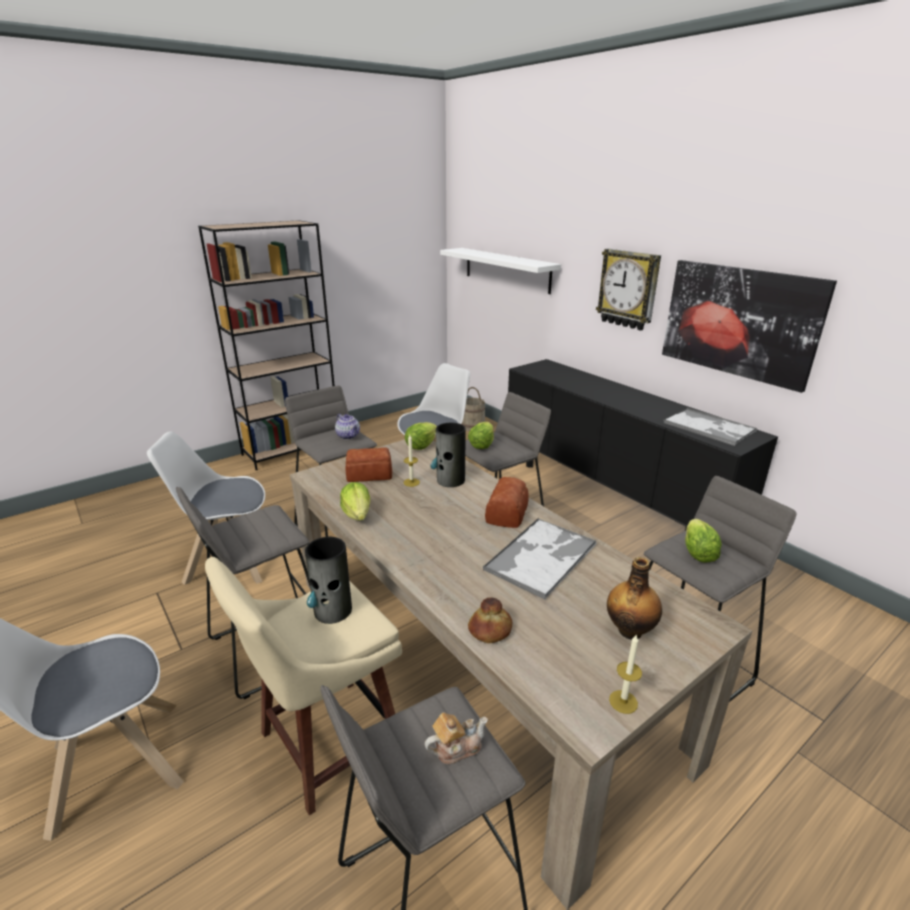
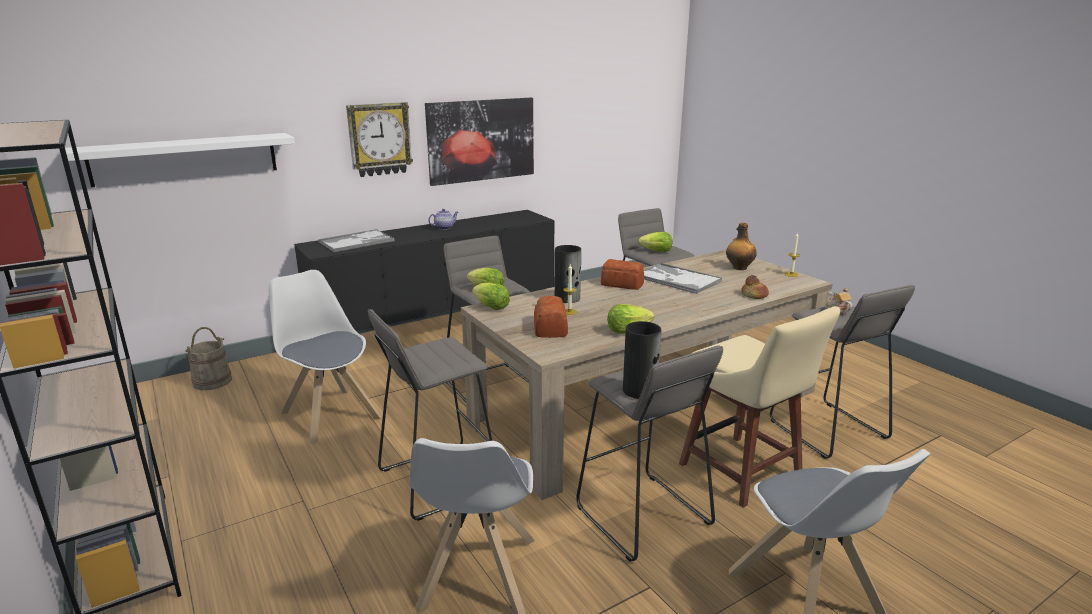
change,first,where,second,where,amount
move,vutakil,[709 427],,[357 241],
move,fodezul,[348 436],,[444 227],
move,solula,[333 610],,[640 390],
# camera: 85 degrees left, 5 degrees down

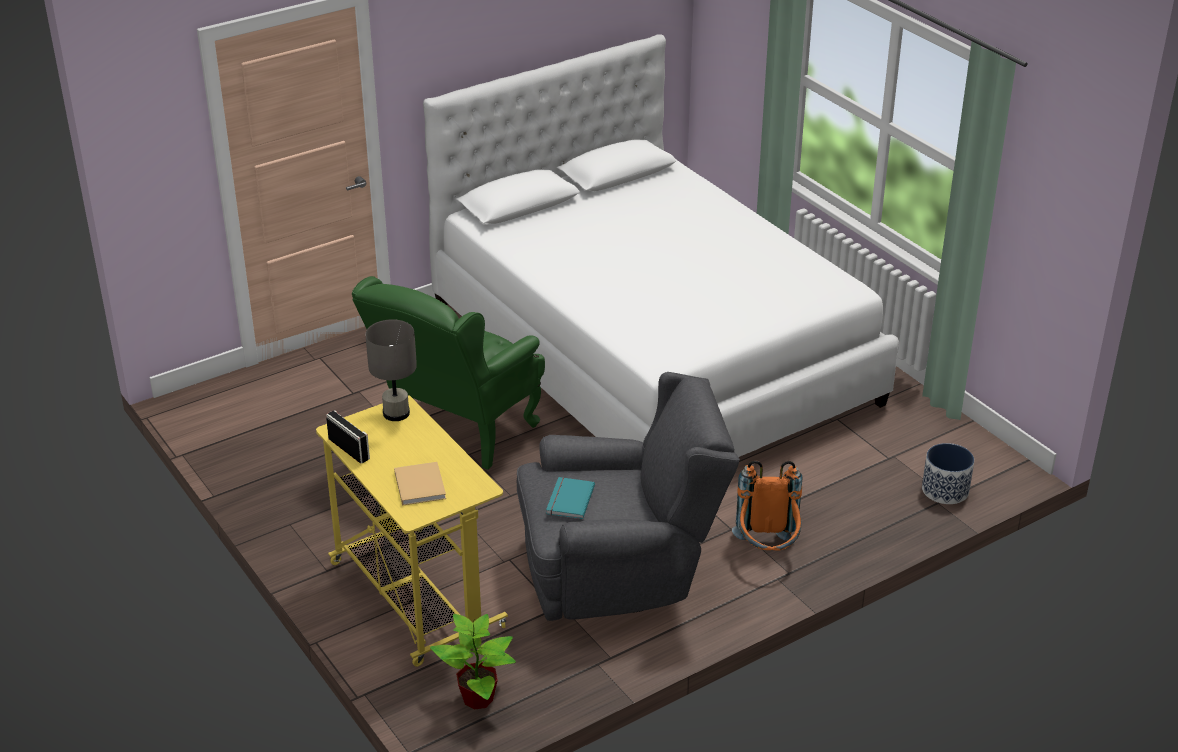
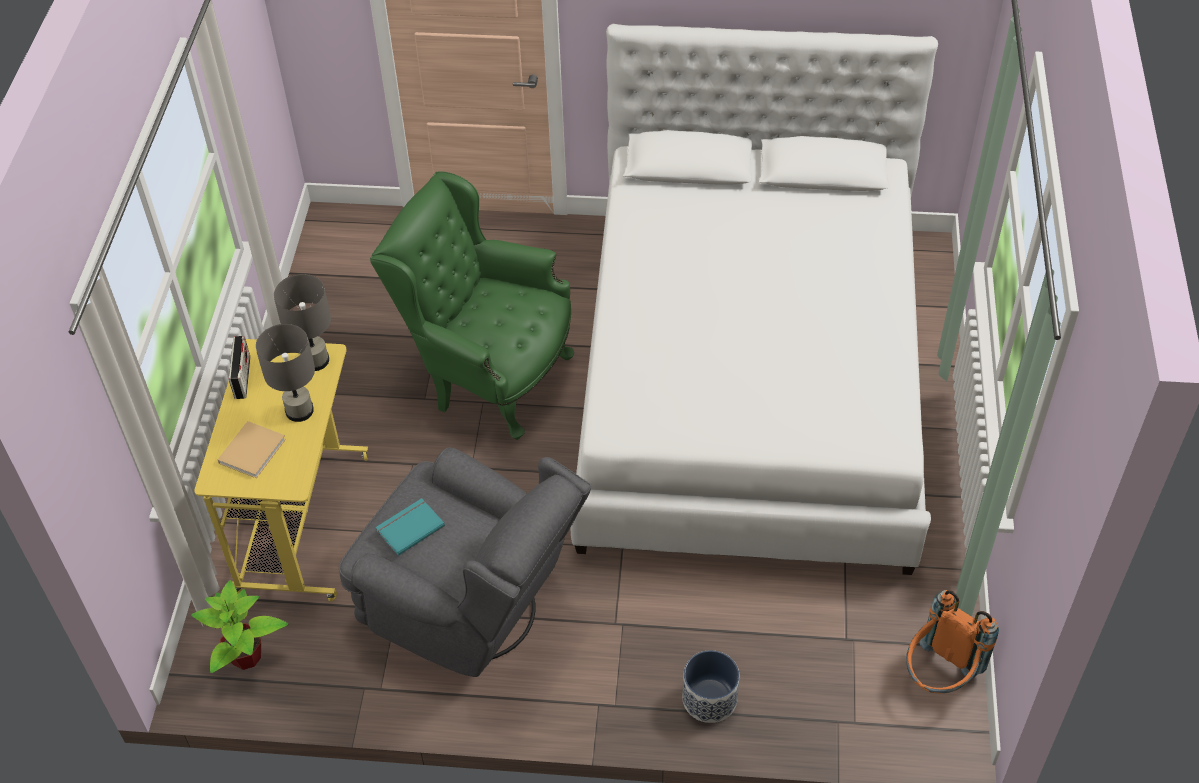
change,first,where,second,where,amount
insert,,,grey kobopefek,[299 410],
rotate,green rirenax,[458 437],,[490 379],45 degrees clockwise
move,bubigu,[945 490],,[709 699],
move,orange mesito,[767 551],,[938 677],
# camera: 40 degrees right, 15 degrees up

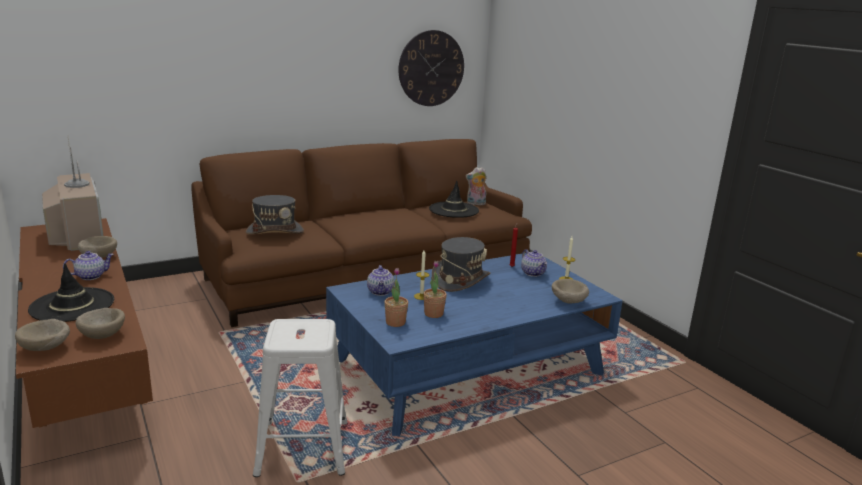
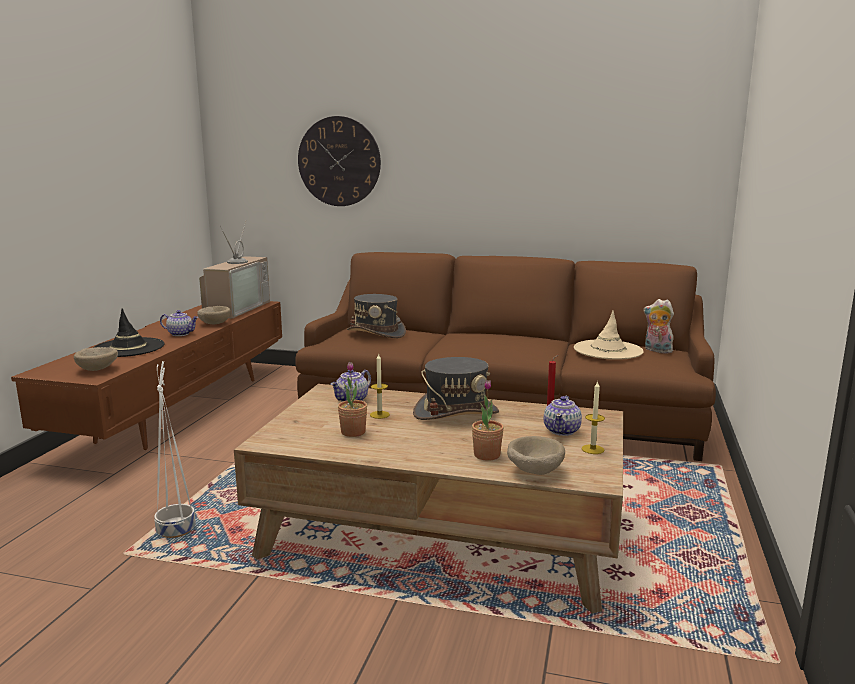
change,first,where,second,where,amount
replace,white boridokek,[302 447],white bubigu,[176 530],
recolor,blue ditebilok,[469 367],brown ditebilok,[442 531],
move,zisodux,[431 68],,[339 161],
move,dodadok,[395 322],,[487 455],
recolor,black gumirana,[453 210],beige gumirana,[608 350],
delete,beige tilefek,[46 348],,,
# camera: 45 degrees right, 5 degrees down

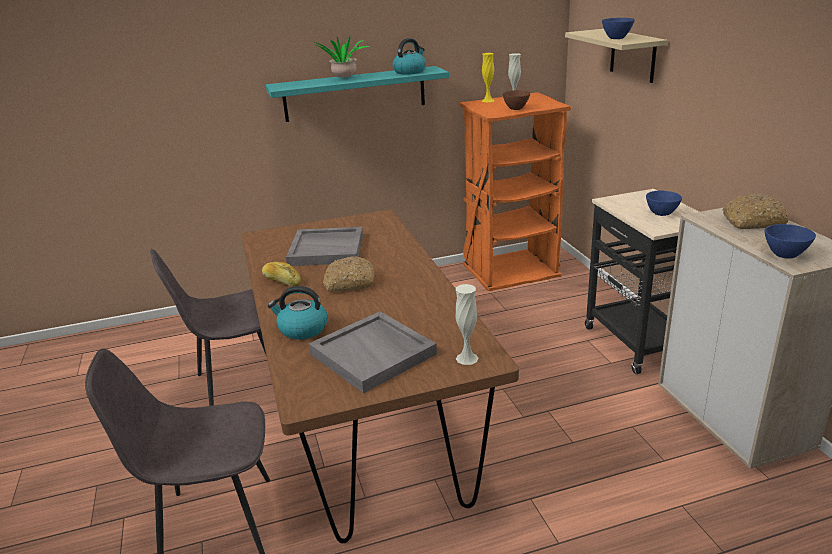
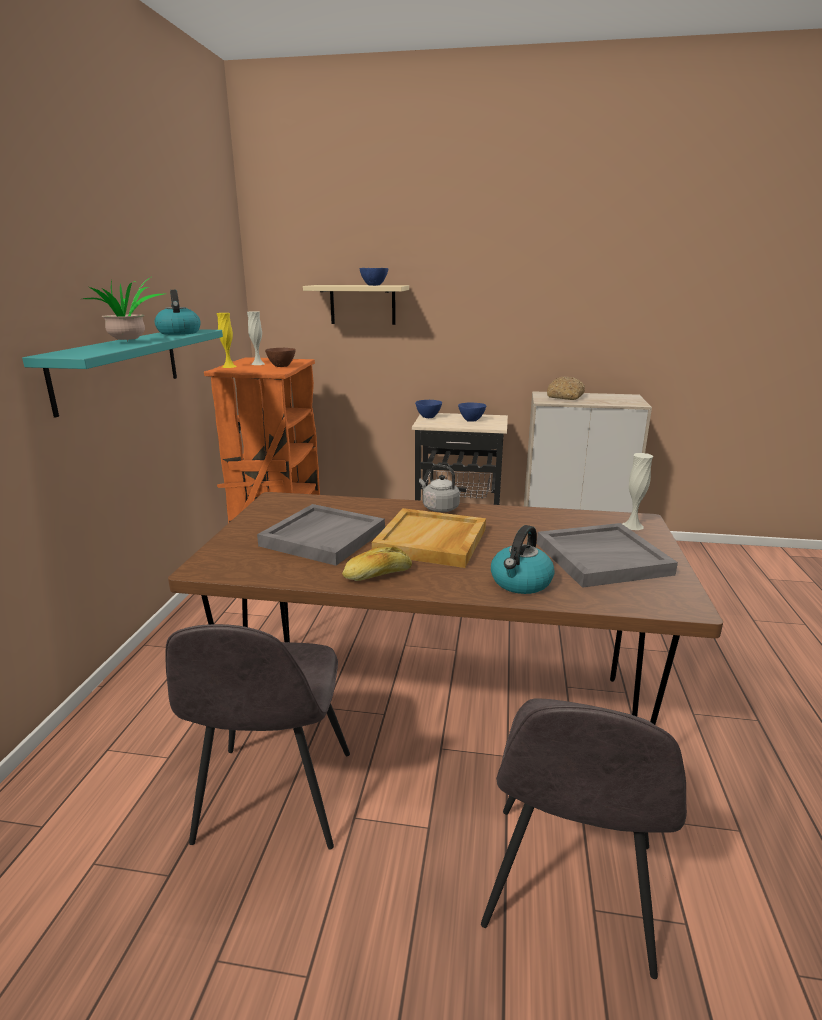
change,first,where,second,where,amount
replace,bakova,[349 283],beige vutakil,[431 542],
move,blue tilefek,[785 255],,[428 417],
insert,,,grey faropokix,[439 508],
# camera: 65 degrees left, 5 degrees down

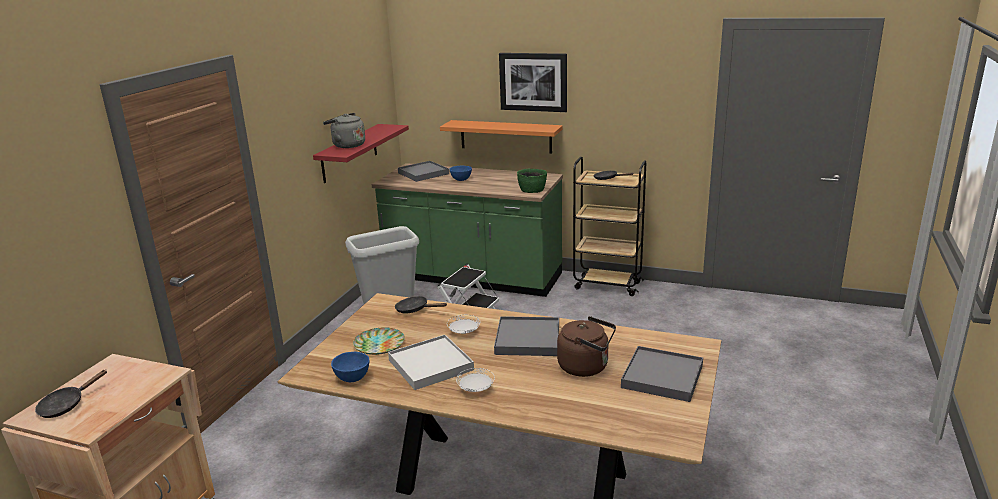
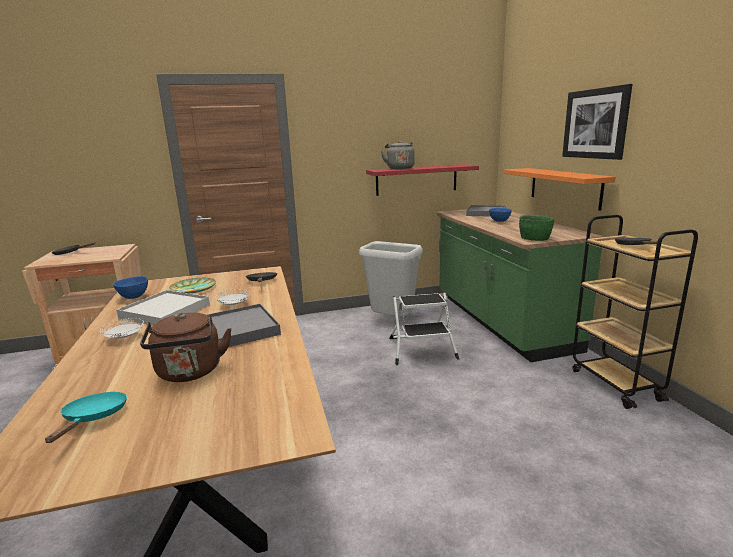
change,first,where,second,where,amount
insert,,,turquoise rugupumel,[93 418],
delete,grey vutakil,[662 377],,,
# camera: 55 degrees right, 5 degrees down

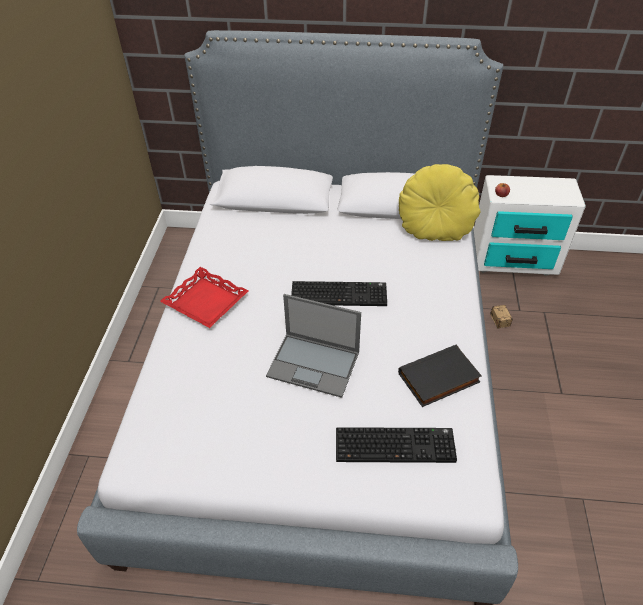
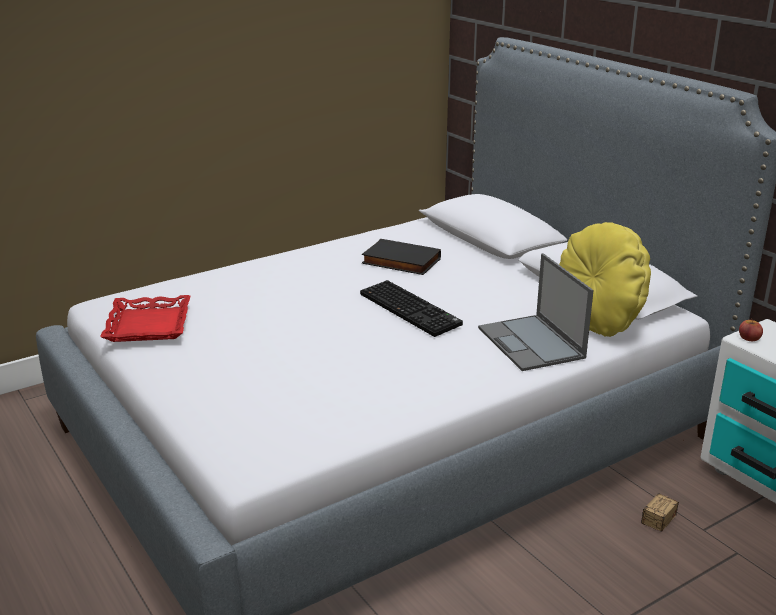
change,first,where,second,where,amount
move,red vutakil,[206 301],,[149 325],
move,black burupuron,[439 379],,[400 262],
move,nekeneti,[314 364],,[532 343],
delete,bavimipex,[396 444],,,
# camera: 50 degrees right, 20 degrees down

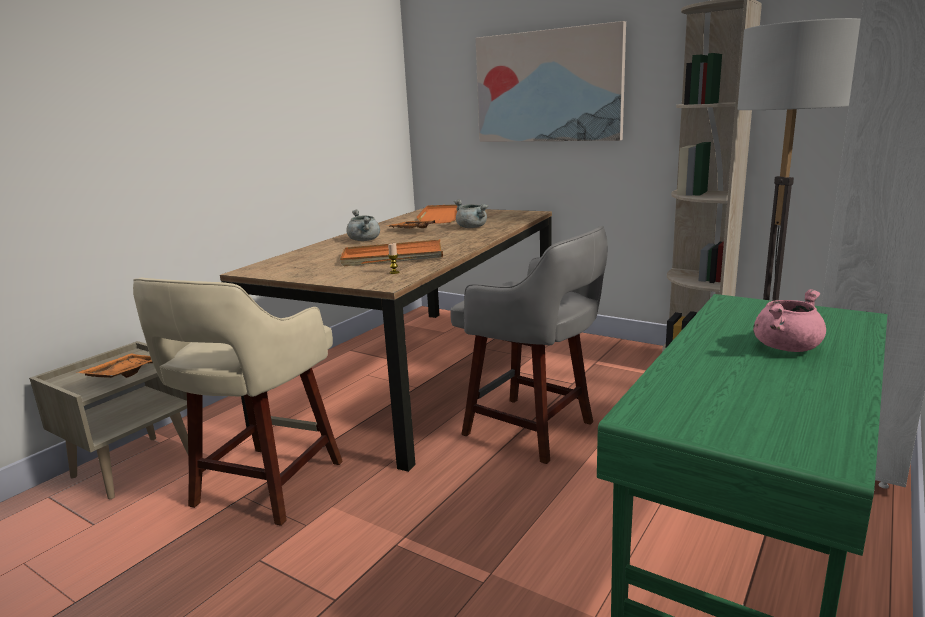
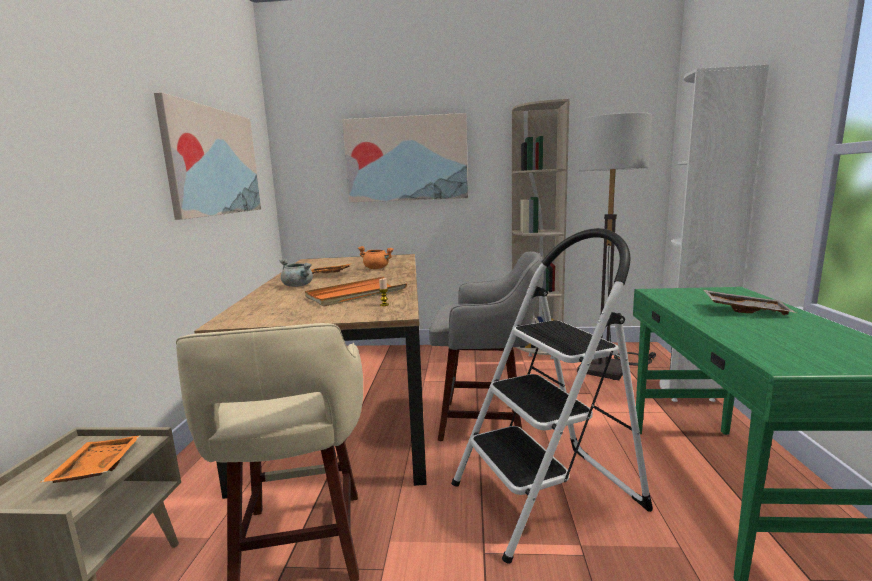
change,first,where,second,where,amount
insert,,,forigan,[213 162],
recolor,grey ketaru,[472 227],orange ketaru,[377 268],
insert,,,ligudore,[552 496],
replace,pink ketaru,[786 347],grey vutakil,[744 310],
delete,orange vutakil,[441 216],,,
# camera: 30 degrees left, 5 degrees down

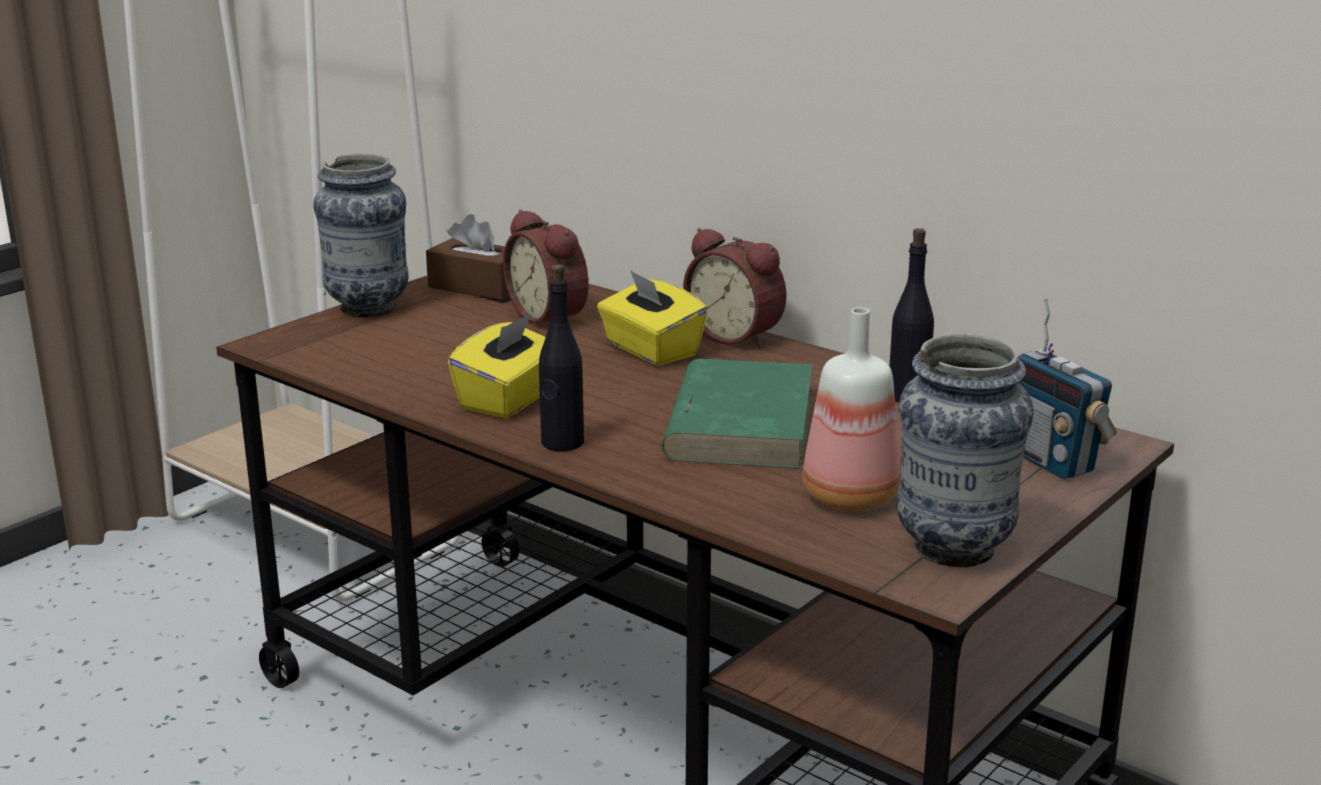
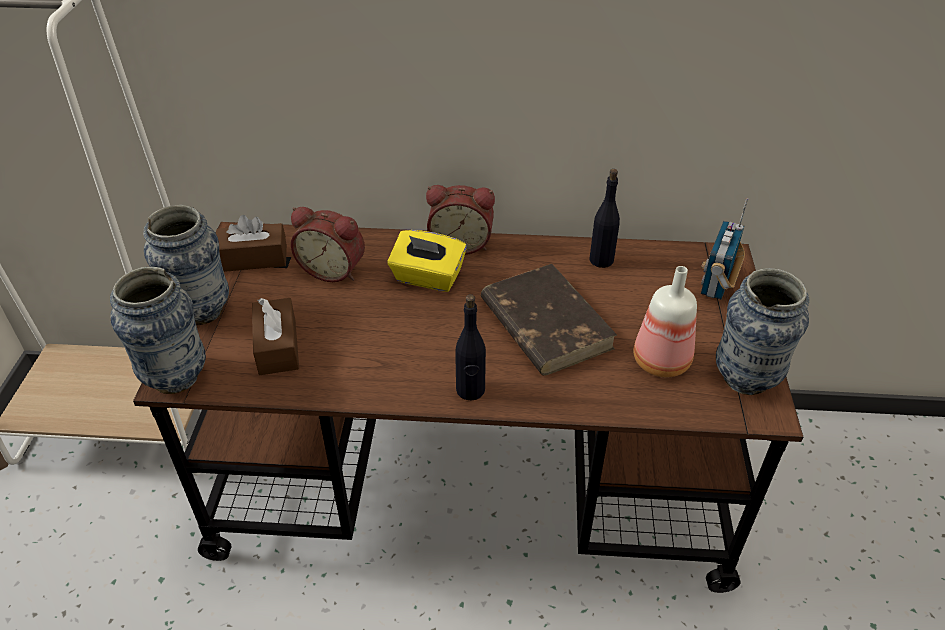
change,first,where,second,where,amount
insert,,,solula,[176 377],
insert,,,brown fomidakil,[277 347],
recolor,green burupuron,[740 423],brown burupuron,[545 323],
rotate,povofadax,[1052 462],,[716 285],90 degrees clockwise
delete,yellow fomidakil,[510 399],,,
# camera: 35 degrees left, 20 degrees up

